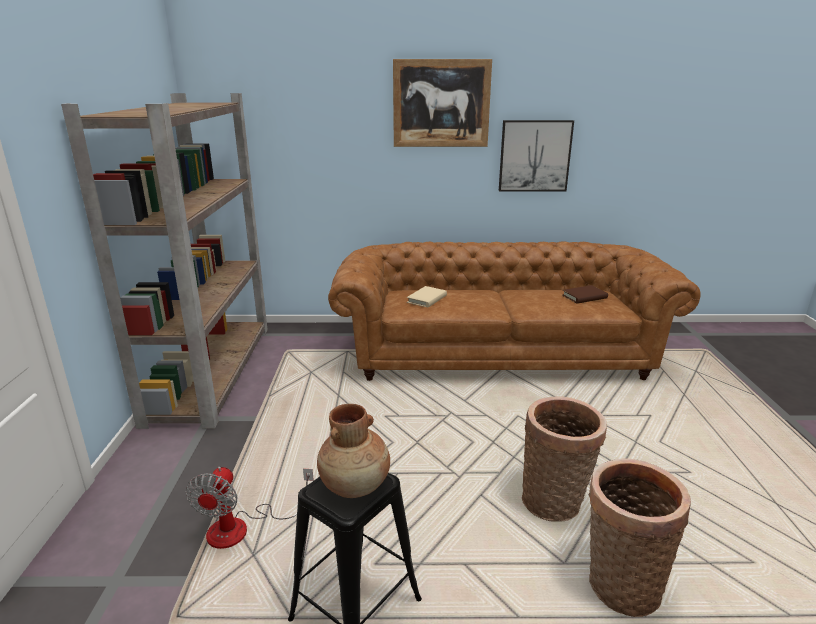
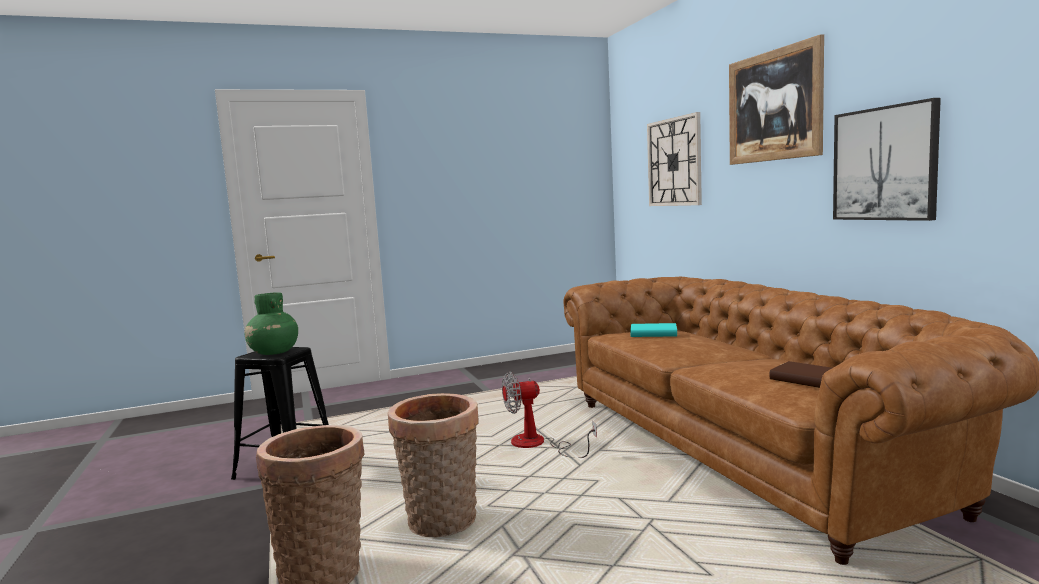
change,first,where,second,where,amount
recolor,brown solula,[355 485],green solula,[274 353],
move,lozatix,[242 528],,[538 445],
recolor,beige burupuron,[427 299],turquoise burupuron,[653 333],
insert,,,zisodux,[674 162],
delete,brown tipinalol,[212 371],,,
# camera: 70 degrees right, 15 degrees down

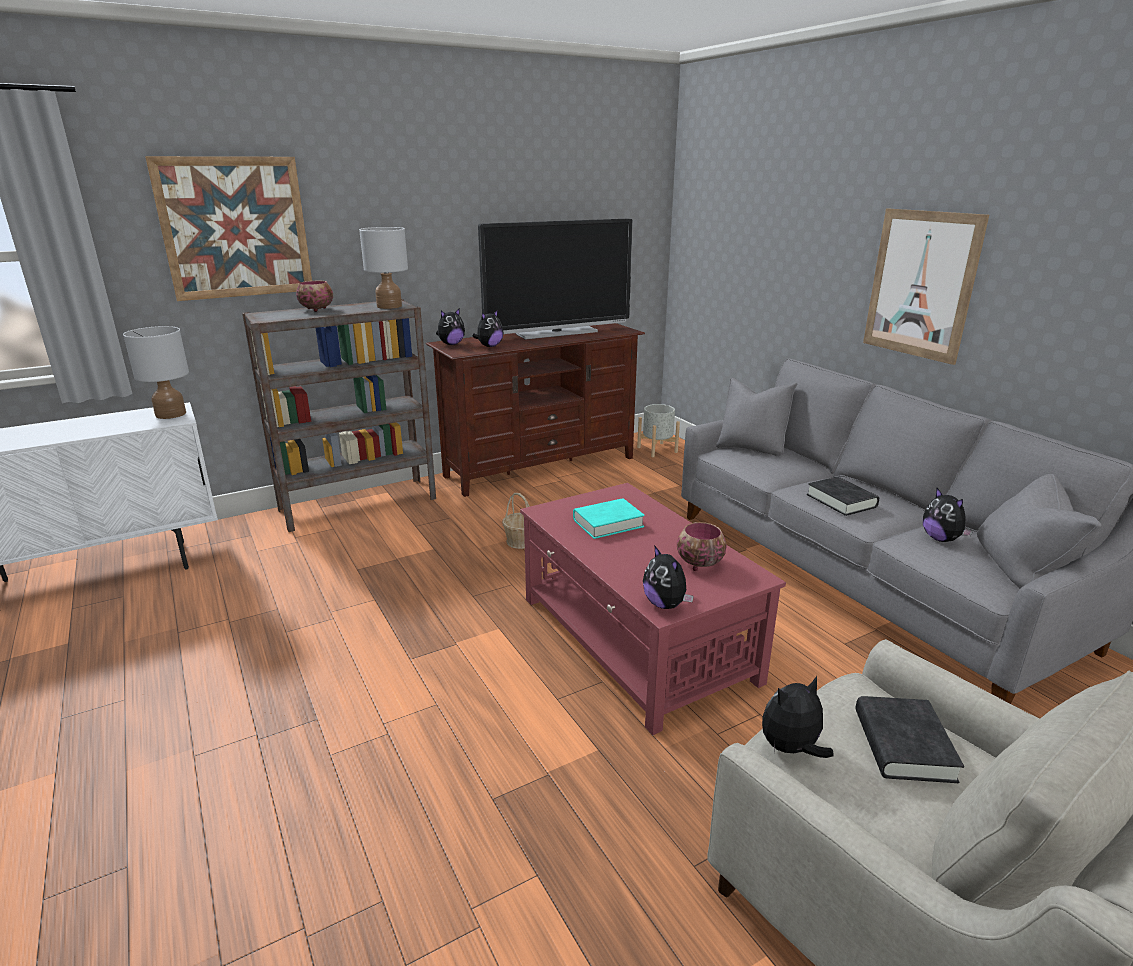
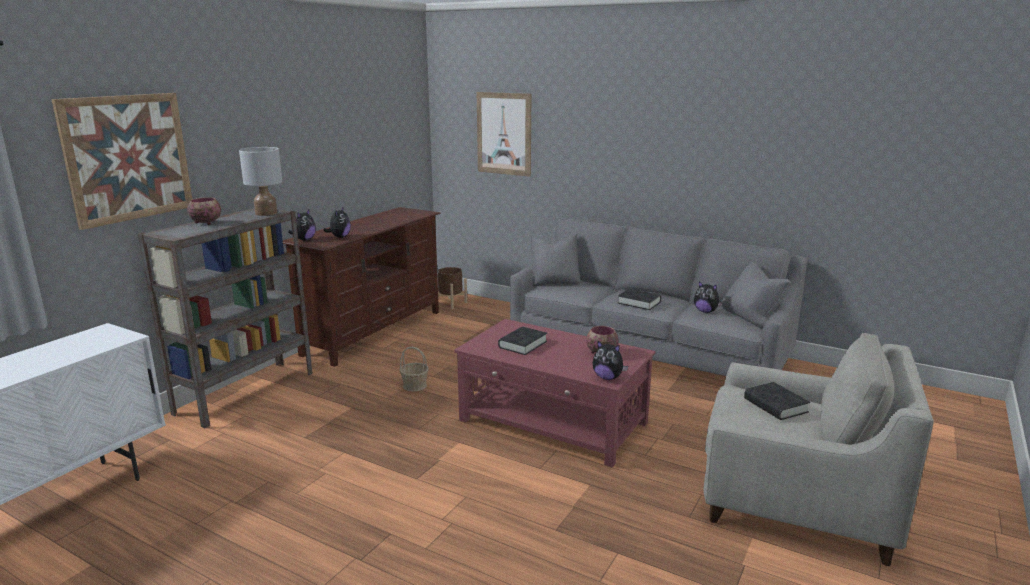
change,first,where,second,where,amount
recolor,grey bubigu,[657 450],brown bubigu,[450 303],
move,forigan,[921 284],,[504 134],
recolor,turquoise burupuron,[608 523],black burupuron,[522 344],
delete,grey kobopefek,[171 414],,,
delete,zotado,[557 333],,,
delete,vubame,[791 749],,,
# camera: 30 degrees left, 5 degrees down

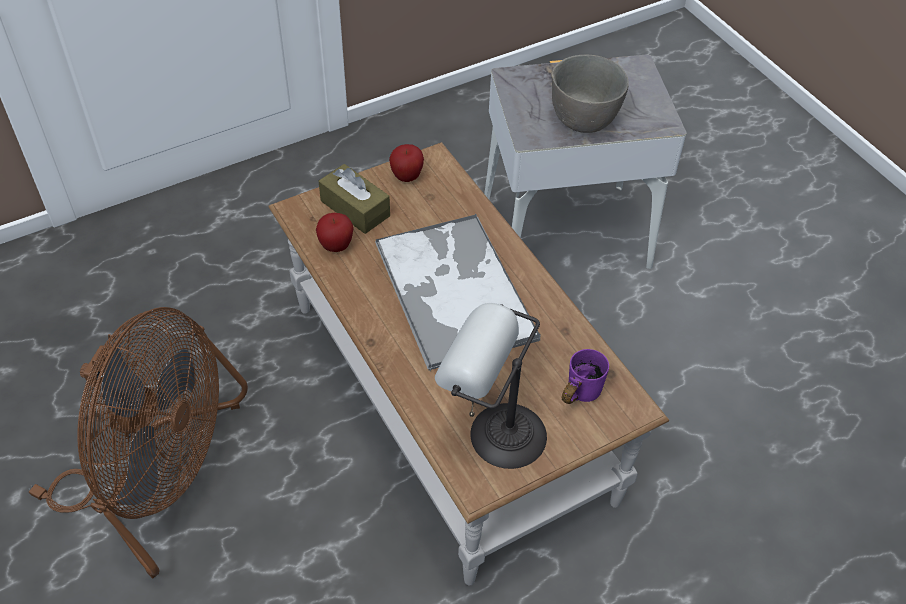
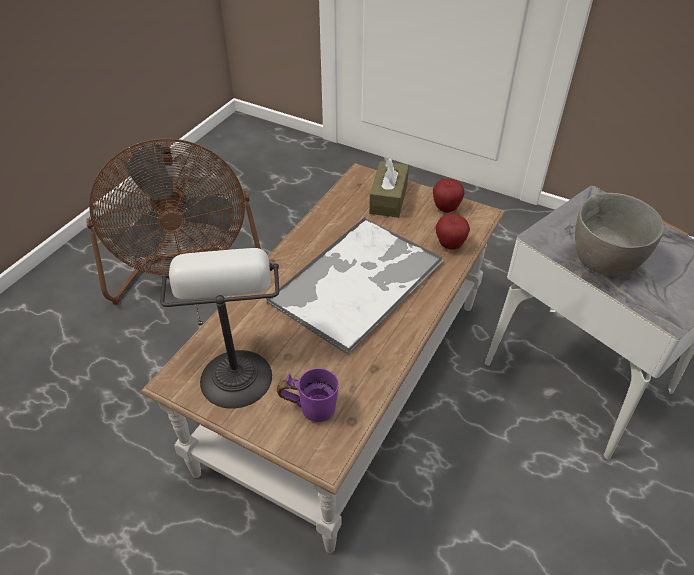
change,first,where,second,where,amount
move,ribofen,[336 246],,[450 245],
# camera: 60 degrees right, 5 degrees down

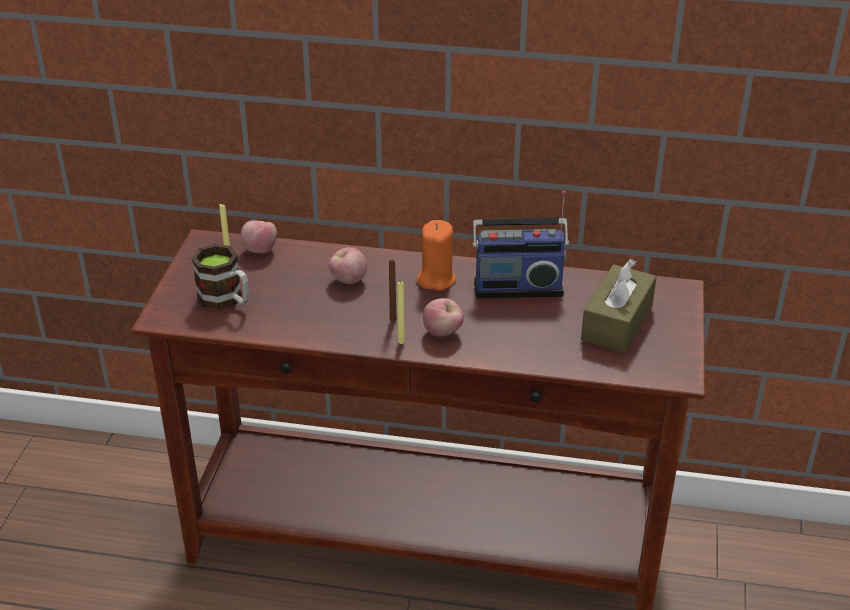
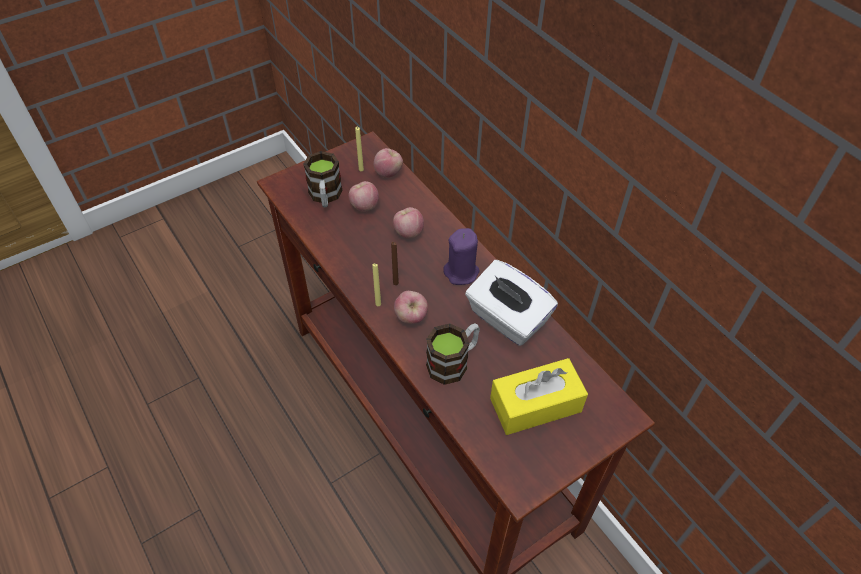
change,first,where,second,where,amount
insert,,,ribofen,[364 206],
insert,,,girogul,[453 361],
recolor,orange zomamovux,[436 279],purple zomamovux,[461 272],
replace,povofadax,[517 286],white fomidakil,[507 319],
recolor,brown fomidakil,[617 323],yellow fomidakil,[535 405],
# camera: 45 degrees right, 15 degrees up

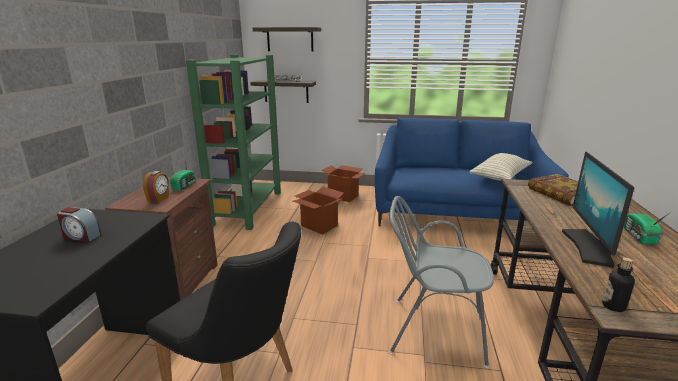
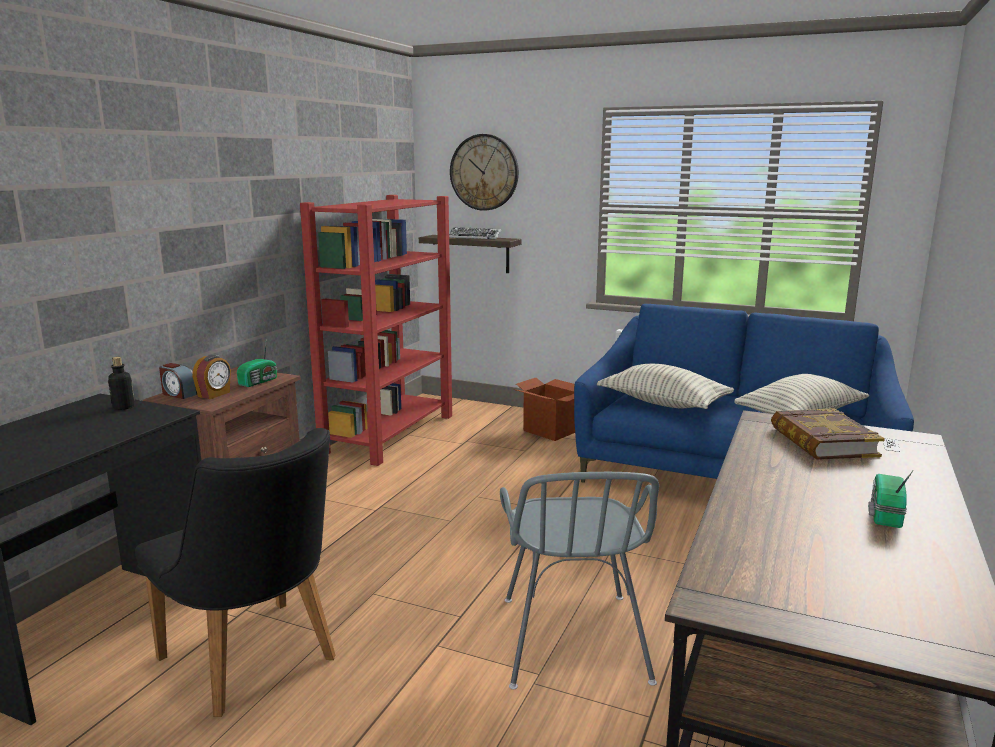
change,first,where,second,where,amount
move,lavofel,[613 306],,[123 407],
move,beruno,[81 236],,[179 394],
recolor,green tipinalol,[247 208],red tipinalol,[389 434],
replace,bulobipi,[290 39],zisodux,[484 172],
rotate,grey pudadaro,[432 330],,[573 643],120 degrees counterclockwise
insert,,,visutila,[663 403],
delete,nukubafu,[319 226],,,
delete,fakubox,[589 247],,,
# camera: 15 degrees right, 5 degrees down

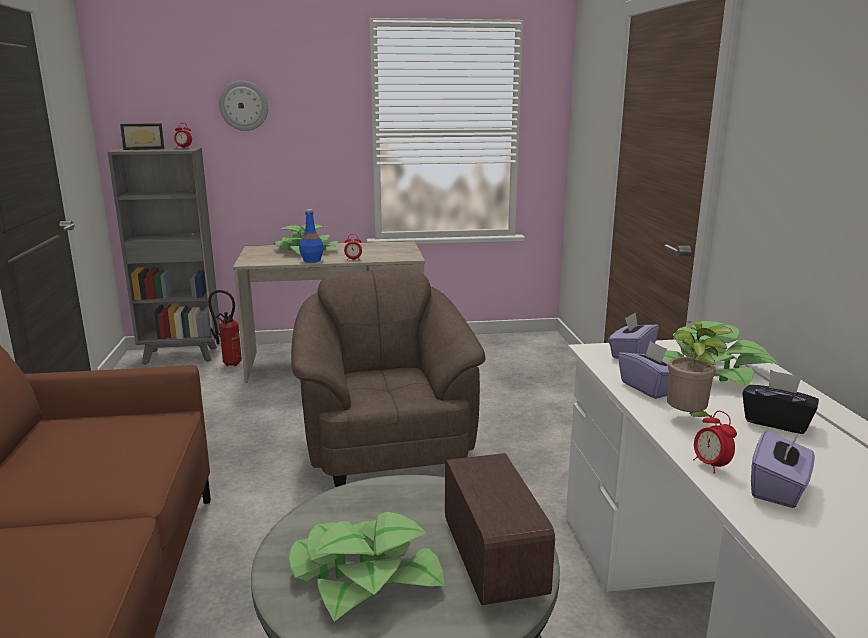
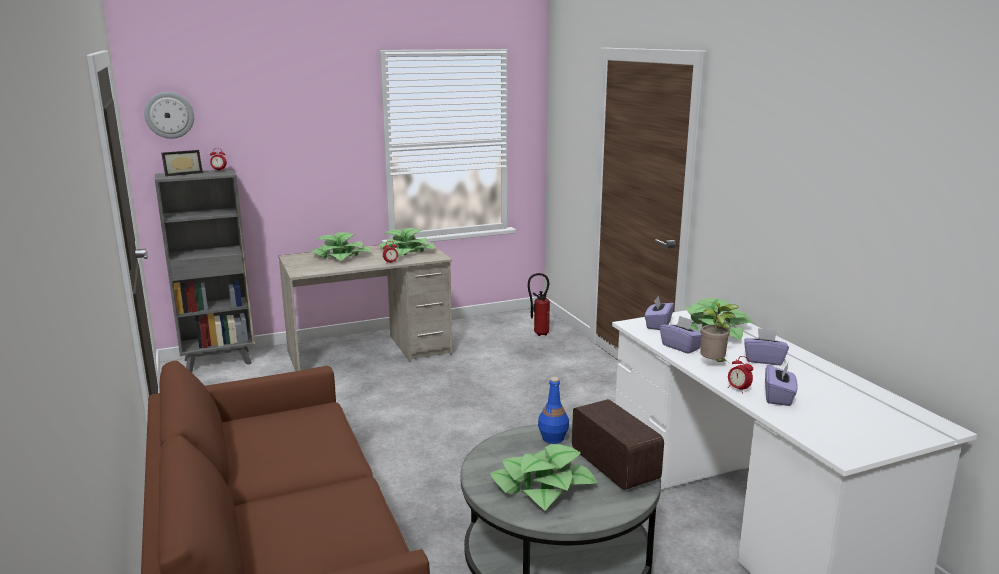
change,first,where,second,where,amount
move,zisodux,[243 106],,[169 115],
insert,,,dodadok,[406 251],
move,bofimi,[229 363],,[538 334],
move,blue lavofel,[311 260],,[552 438],
recolor,black fomidakil,[776 422],purple fomidakil,[764 360],
delete,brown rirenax,[386 446],,,
# camera: 15 degrees left, 0 degrees up

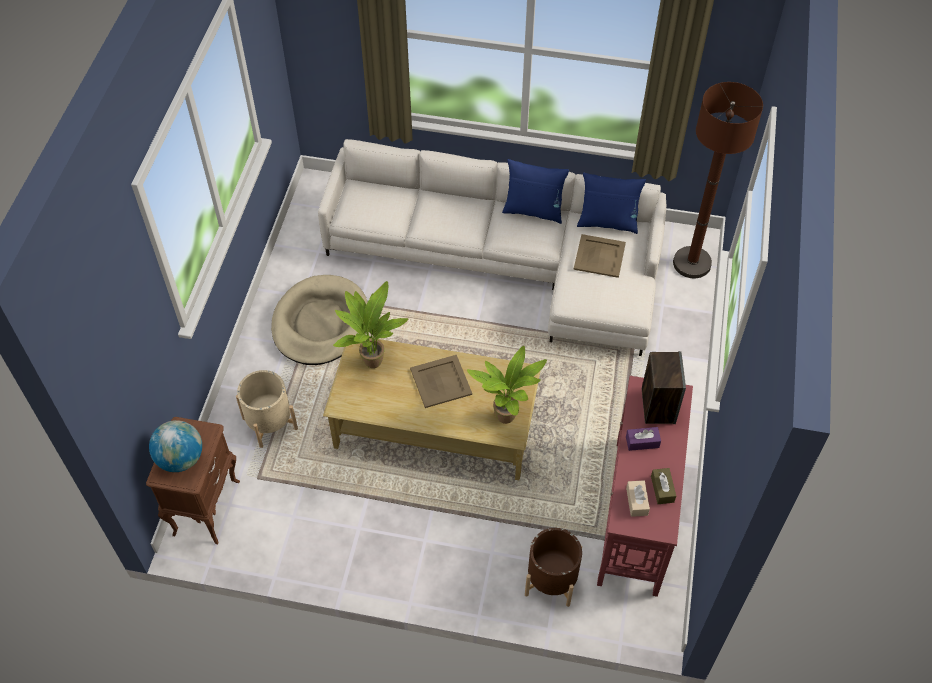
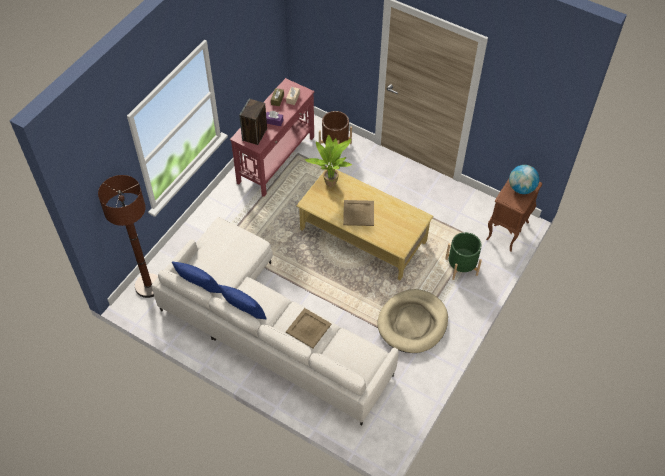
change,first,where,second,where,amount
move,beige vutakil,[600 256],,[308 328],
recolor,beige bubigu,[270 423],green bubigu,[461 267],
delete,dodadok,[371 360],,,
# camera: 160 degrees left, 0 degrees up

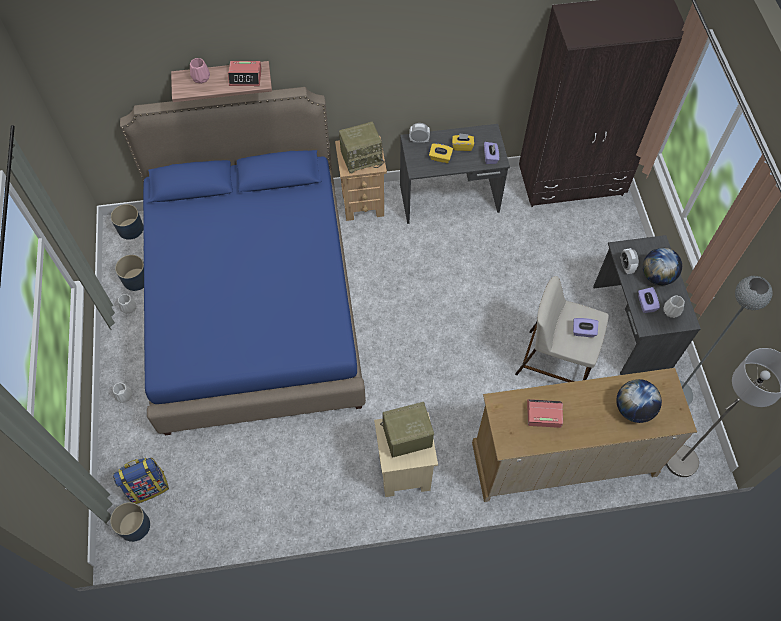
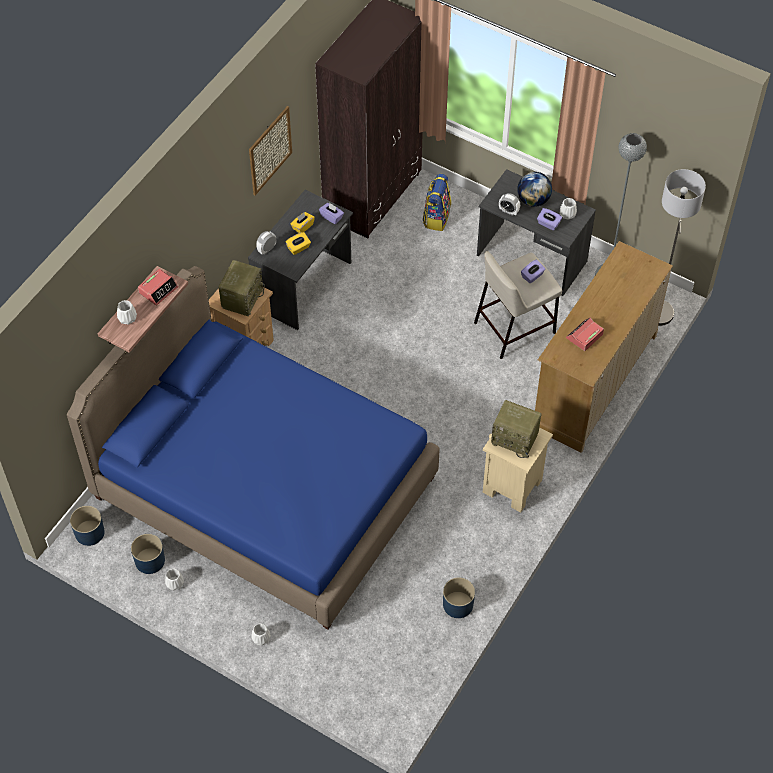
change,first,where,second,where,amount
recolor,pink solula,[201 77],white solula,[127 318],
insert,,,forigan,[269 149],
move,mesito,[148 486],,[436 217],
move,blue bubigu,[134 526],,[457 605],
rotate,povofadax,[406 438],,[515 438],90 degrees counterclockwise
delete,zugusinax,[633 409],,,
# camera: 50 degrees left, 5 degrees down

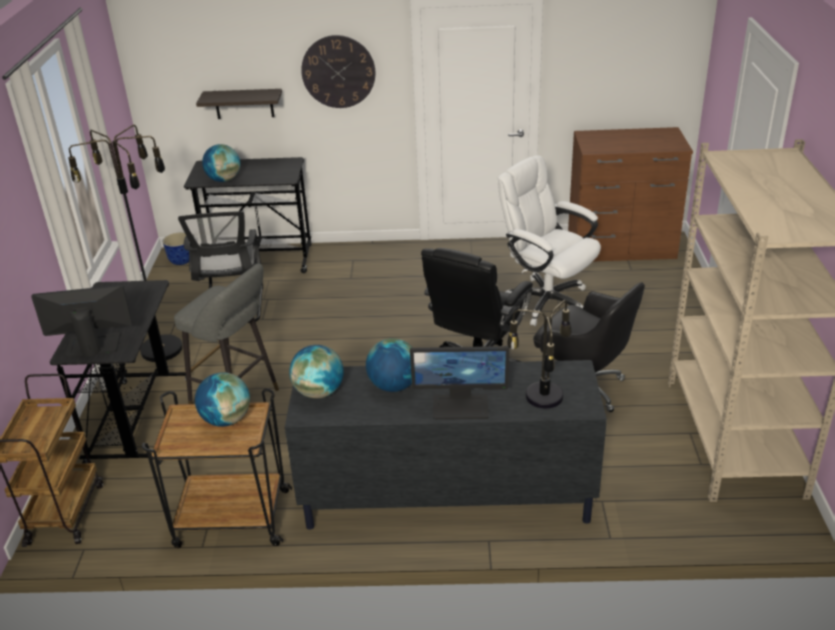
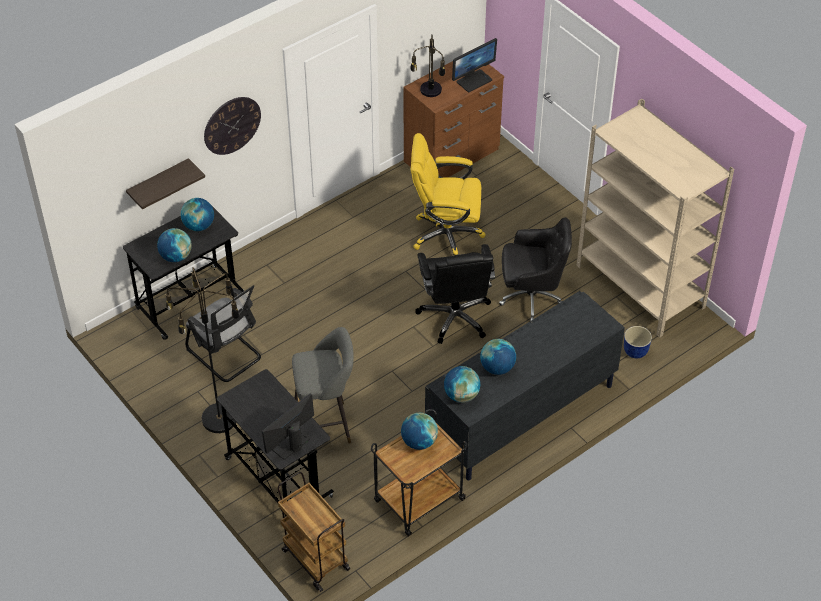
change,first,where,second,where,amount
insert,,,zugusinax,[199 226],
recolor,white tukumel,[547 302],yellow tukumel,[446 235],
move,kobopefek,[543 396],,[430 90],
move,fakubox,[461 406],,[474 80],
move,bubigu,[181 261],,[635 351],
# camera: 40 degrees left, 15 degrees up

